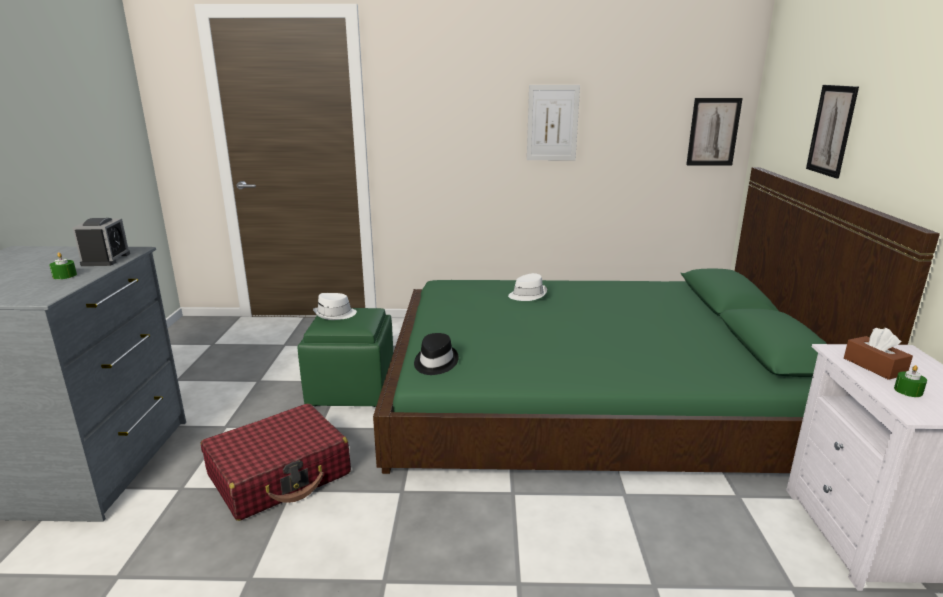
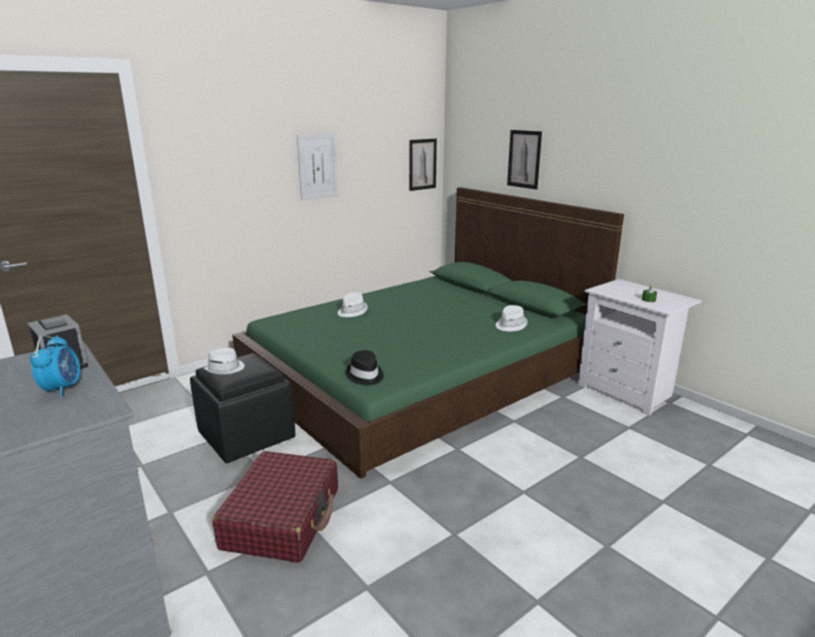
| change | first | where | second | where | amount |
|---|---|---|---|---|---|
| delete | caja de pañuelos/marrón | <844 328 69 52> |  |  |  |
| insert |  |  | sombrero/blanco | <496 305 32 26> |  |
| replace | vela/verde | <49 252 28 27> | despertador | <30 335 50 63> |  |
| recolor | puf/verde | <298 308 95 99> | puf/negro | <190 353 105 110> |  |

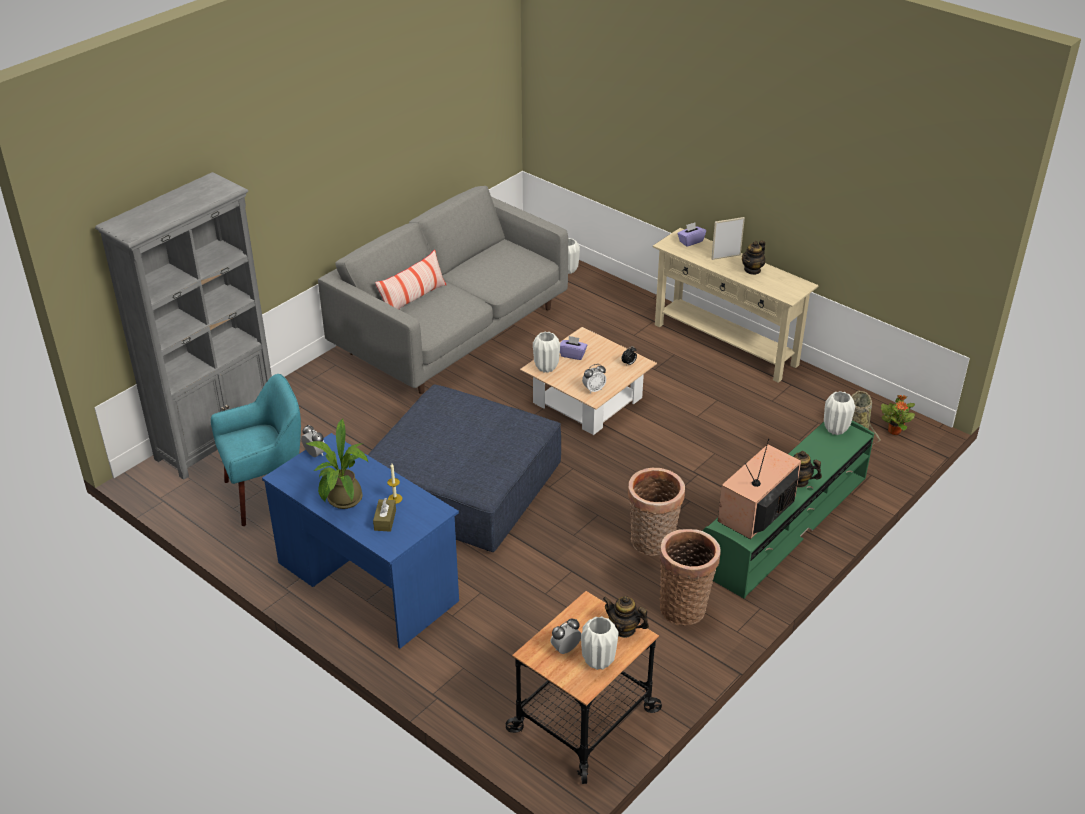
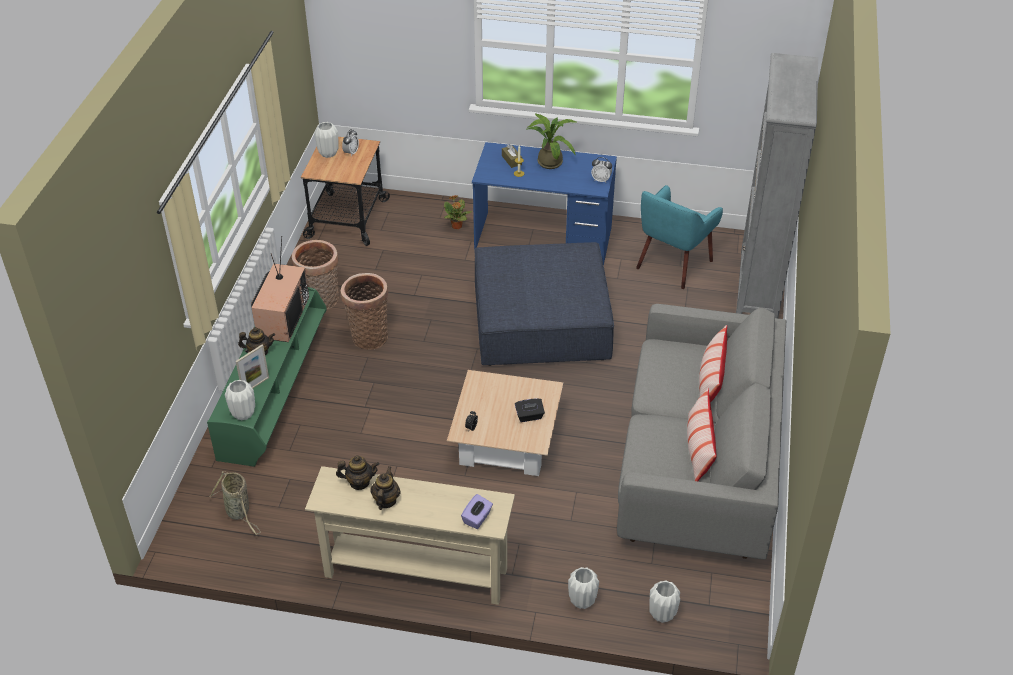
| change | first | where | second | where | amount |
|---|---|---|---|---|---|
| delete | despertador | <582 364 24 29> |  |  |  |
| insert |  |  | cojín | <687 388 30 93> |  |
| move | florero/blanco | <533 332 27 41> |  | <568 567 31 42> |  |
| move | tetera | <603 596 46 42> |  | <336 455 43 35> |  |
| move | portarretratos | <711 217 34 43> |  | <236 345 33 43> |  |
| move | planta en maceta | <881 395 34 40> |  | <444 195 28 34> |  |
| recolor | caja de pañuelos/morado | <560 336 28 24> | caja de pañuelos/negro | <515 398 30 24> |  |

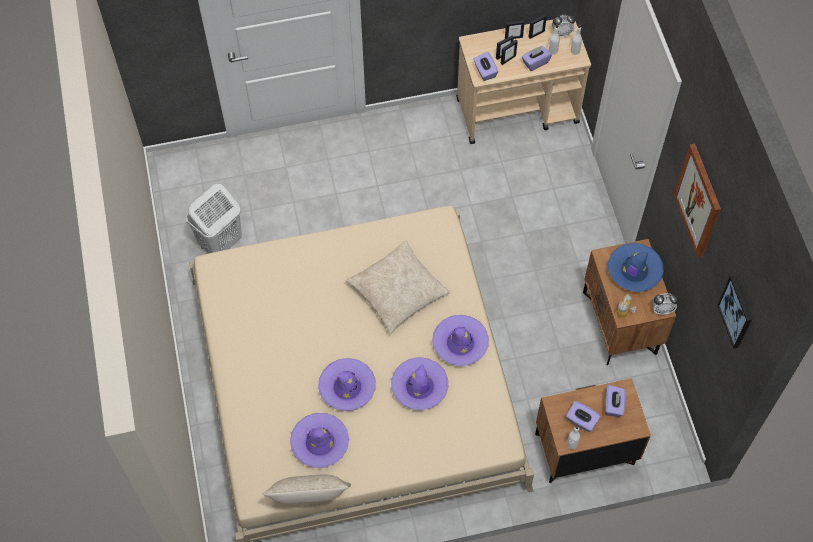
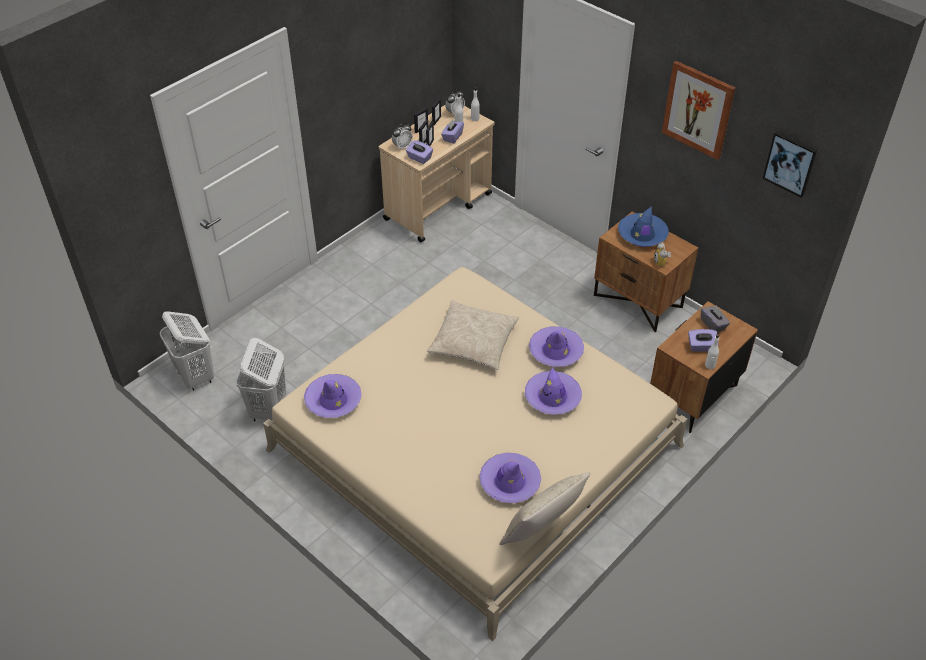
| change | first | where | second | where | amount |
|---|---|---|---|---|---|
| insert |  |  | cesto de la ropa/blanco | <160 311 54 80> |  |
| move | sombrero/morado | <318 358 58 53> |  | <304 374 58 44> |  |
| move | despertador | <652 293 27 22> |  | <392 123 21 26> |  |
| recolor | caja de pañuelos/morado | <605 385 20 32> | caja de pañuelos/gris | <701 305 29 27> |  |

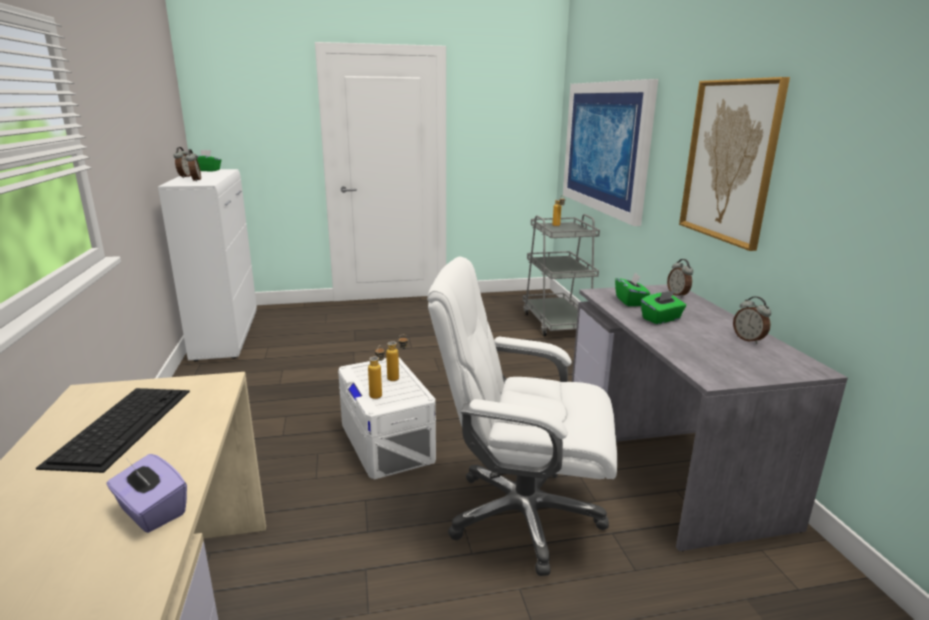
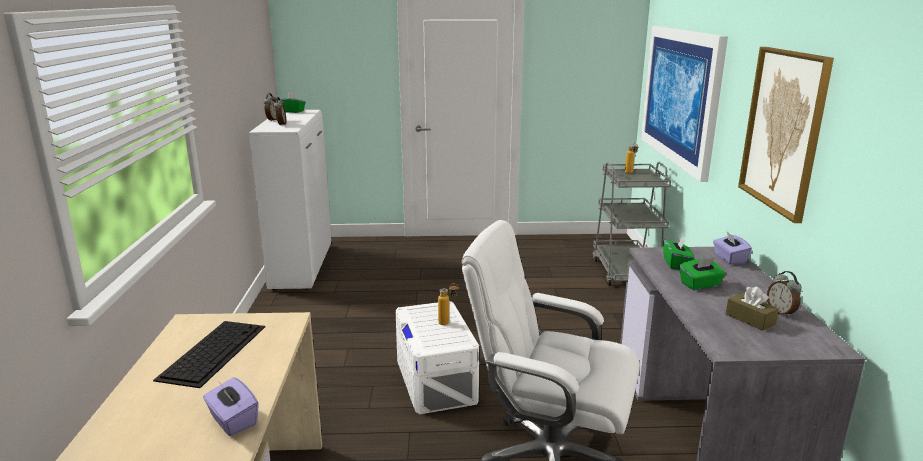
| change | first | where | second | where | amount |
|---|---|---|---|---|---|
| delete | botella | <368 345 17 54> |  |  |  |
| insert |  |  | caja de pañuelos/marrón | <726 287 53 44> |  |
| replace | despertador | <667 259 26 39> | caja de pañuelos/morado | <713 232 39 33> |  |

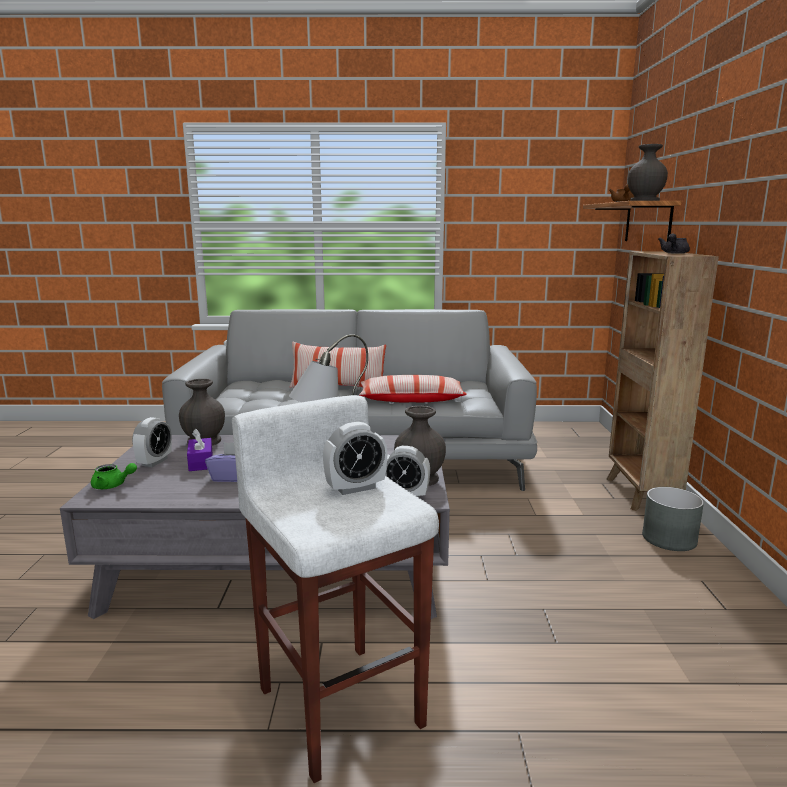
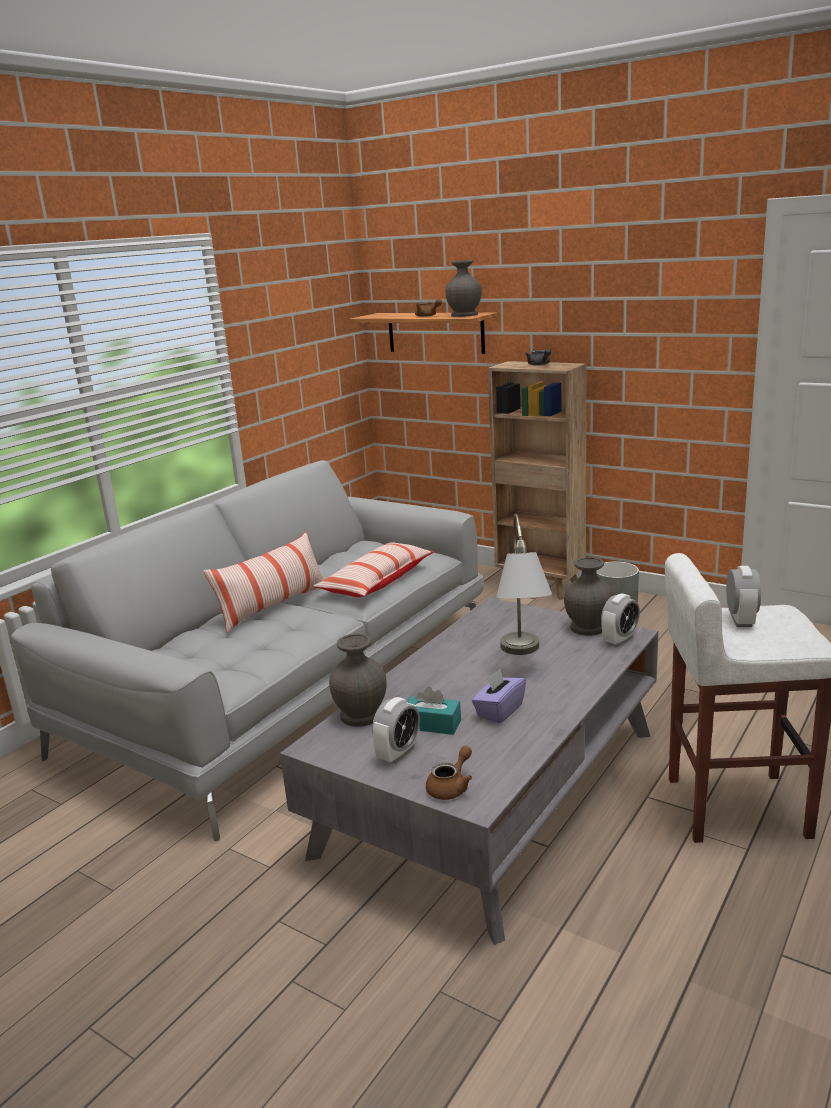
| change | first | where | second | where | amount |
|---|---|---|---|---|---|
| recolor | tetera/verde | <91 463 46 26> | tetera/marrón | <426 746 46 54> |  |
| recolor | caja de pañuelos/morado | <187 429 26 42> | caja de pañuelos/turquesa | <407 686 54 49> |  |
| rotate | despertador | <132 417 40 50> |  | <372 697 48 67> | 75 degrees clockwise |

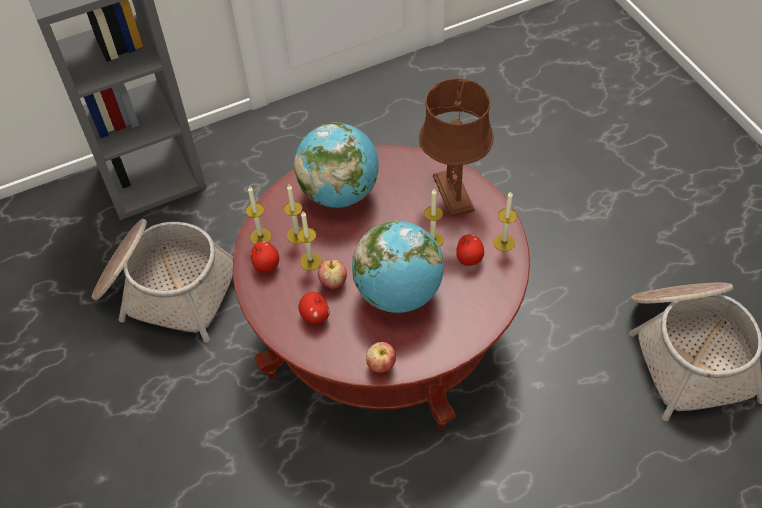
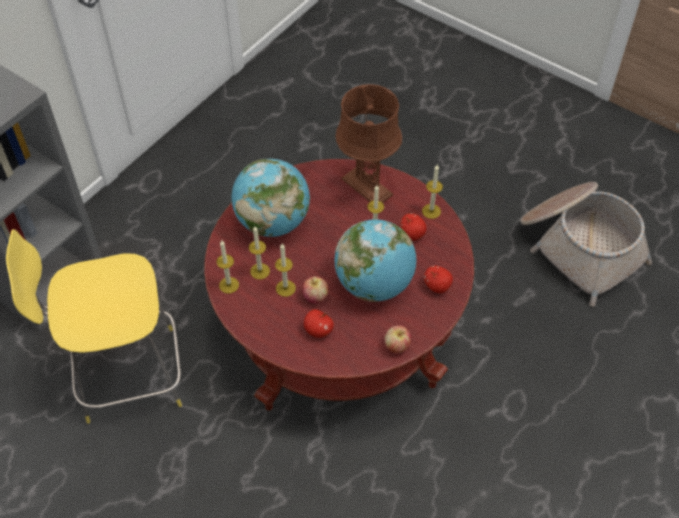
| change | first | where | second | where | amount |
|---|---|---|---|---|---|
| move | manzana | <251 241 28 32> |  | <424 266 29 27> |  |
| replace | cesta | <92 219 141 124> | taburete/amarillo | <6 229 176 195> |  |

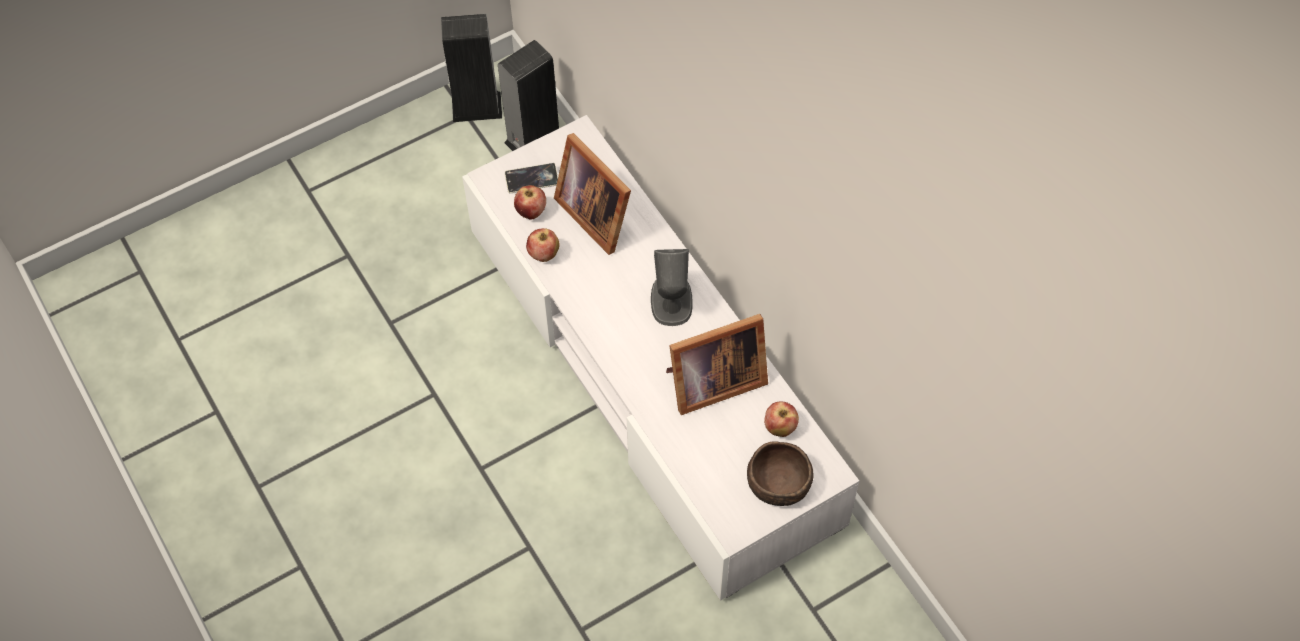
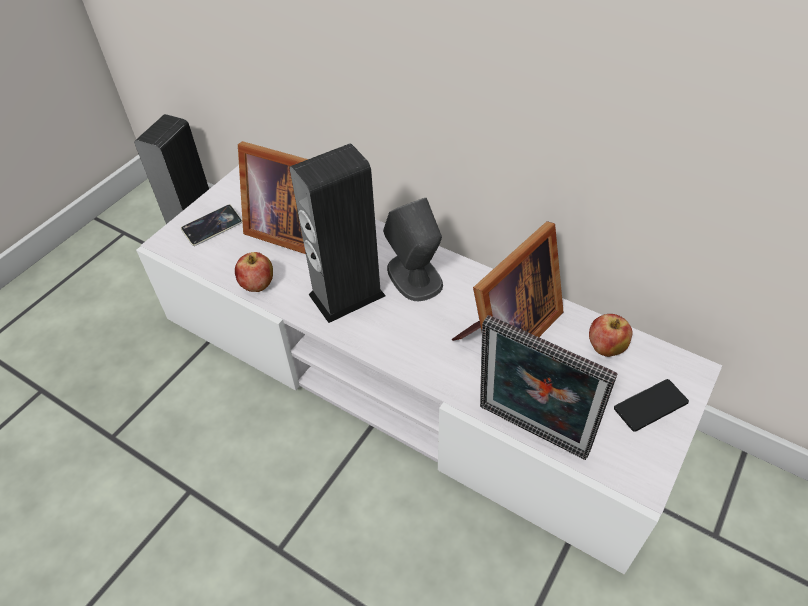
| change | first | where | second | where | amount |
|---|---|---|---|---|---|
| delete | manzana | <514 185 32 34> |  |  |  |
| insert |  |  | portarretratos | <480 315 138 145> |  |
| move | altavoz | <441 14 61 108> |  | <290 143 96 180> |  |
| replace | cuenco/marrón | <747 441 67 65> | móvil | <614 379 75 53> |  |

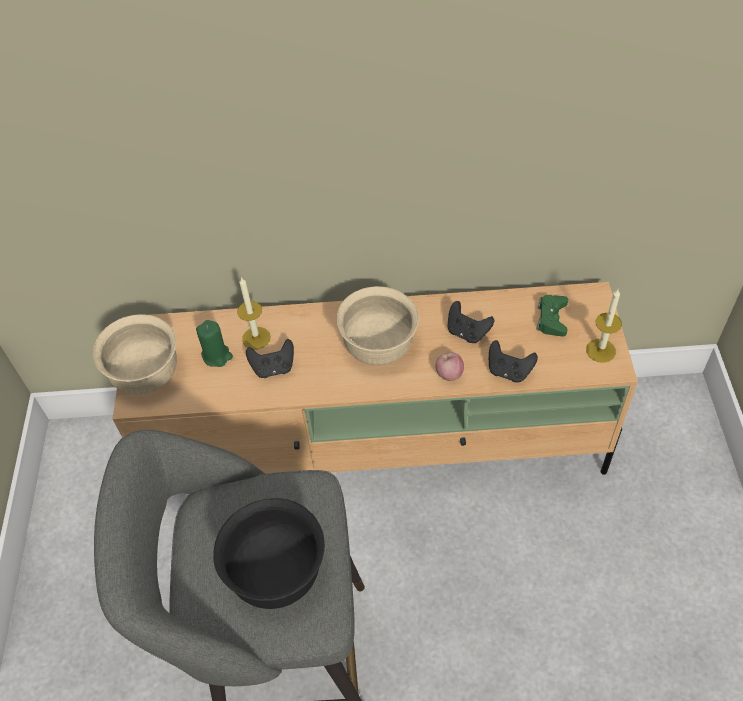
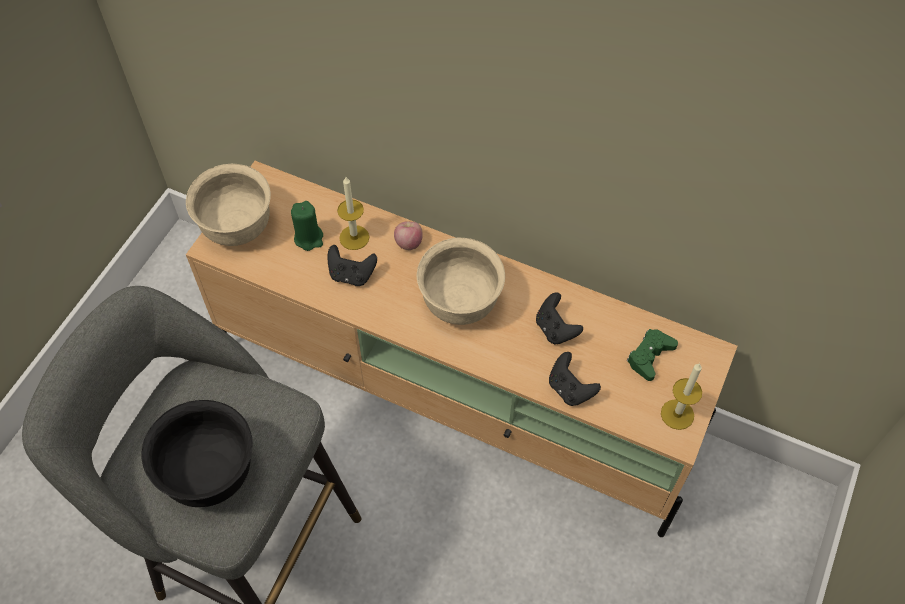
| change | first | where | second | where | amount |
|---|---|---|---|---|---|
| move | manzana | <435 352 29 29> |  | <394 221 29 29> |  |

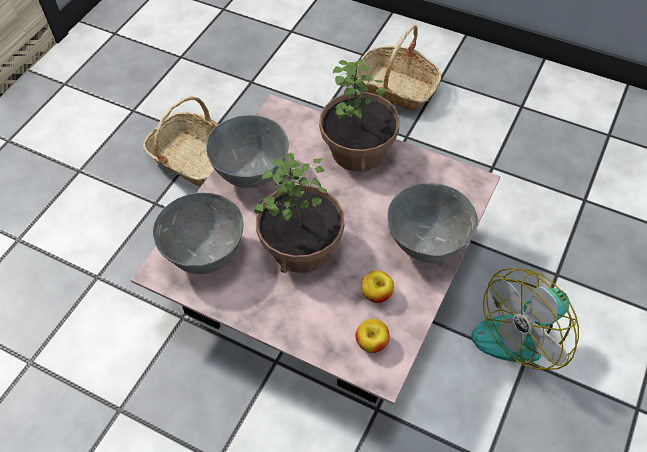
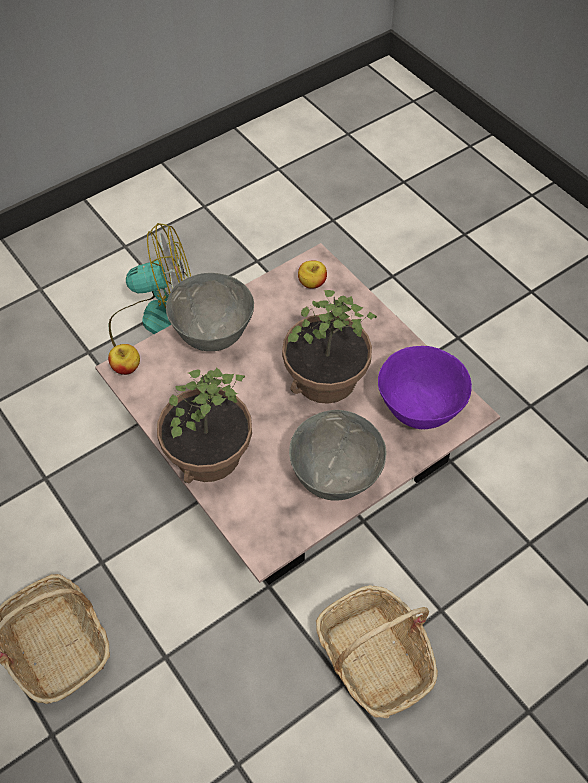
| change | first | where | second | where | amount |
|---|---|---|---|---|---|
| move | manzana | <361 271 33 32> |  | <108 344 32 31> |  |
| recolor | cuenco/gris | <153 193 91 81> | cuenco/morado | <378 346 94 83> |  |

